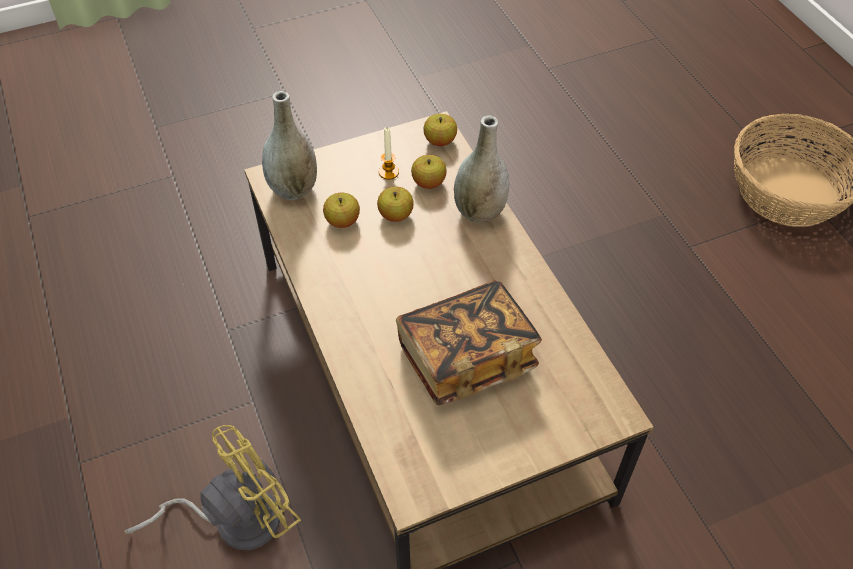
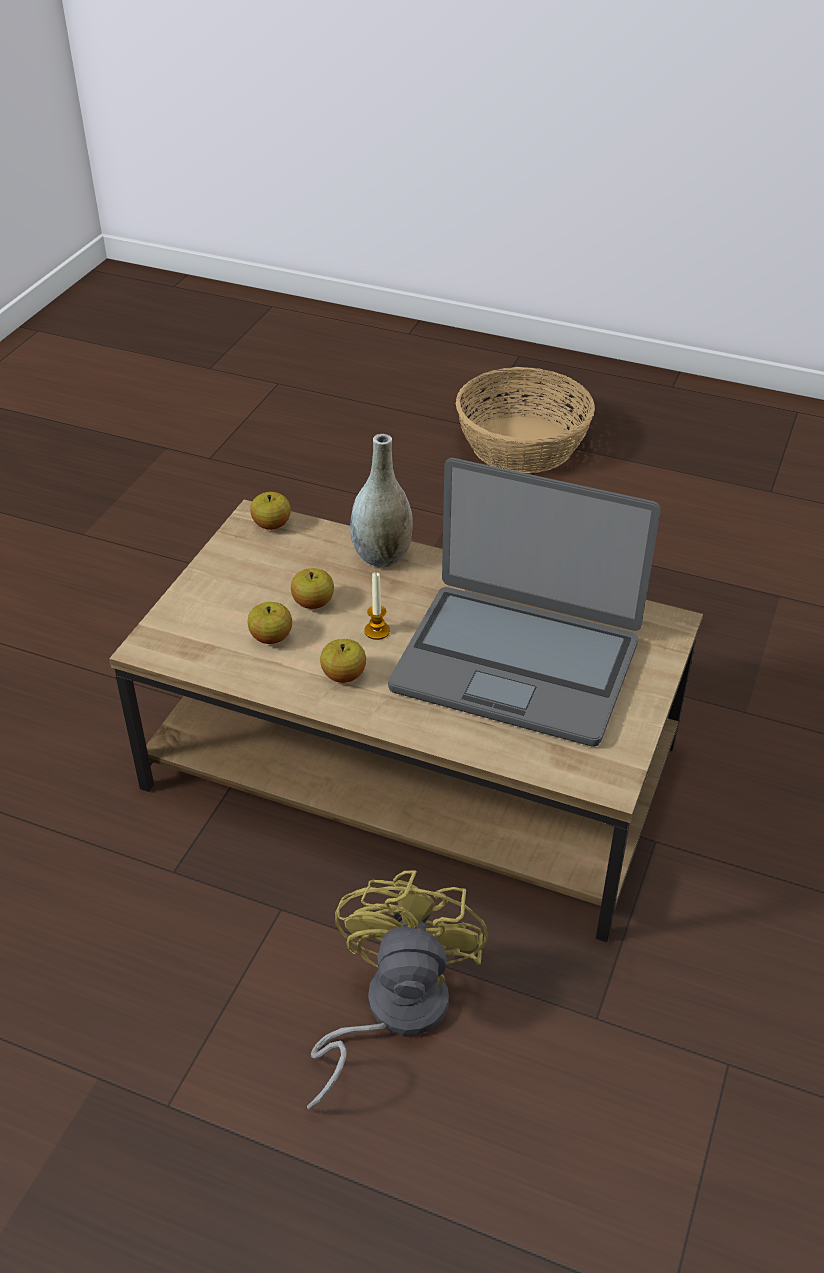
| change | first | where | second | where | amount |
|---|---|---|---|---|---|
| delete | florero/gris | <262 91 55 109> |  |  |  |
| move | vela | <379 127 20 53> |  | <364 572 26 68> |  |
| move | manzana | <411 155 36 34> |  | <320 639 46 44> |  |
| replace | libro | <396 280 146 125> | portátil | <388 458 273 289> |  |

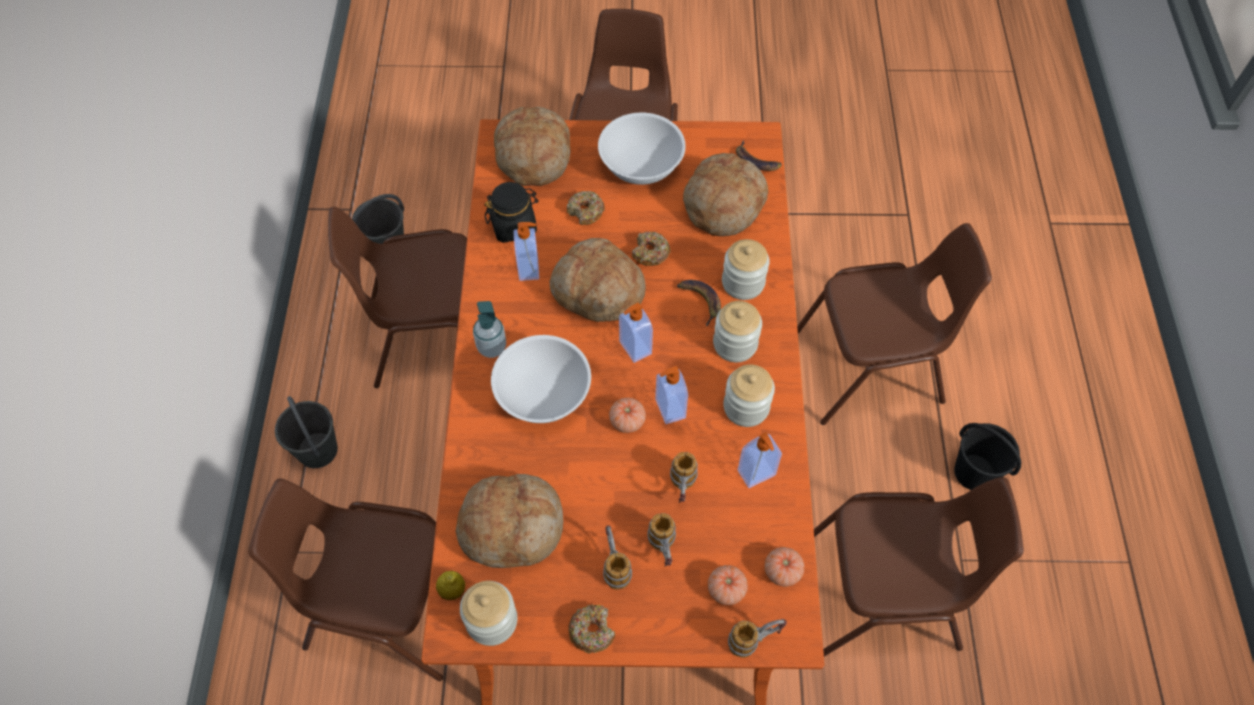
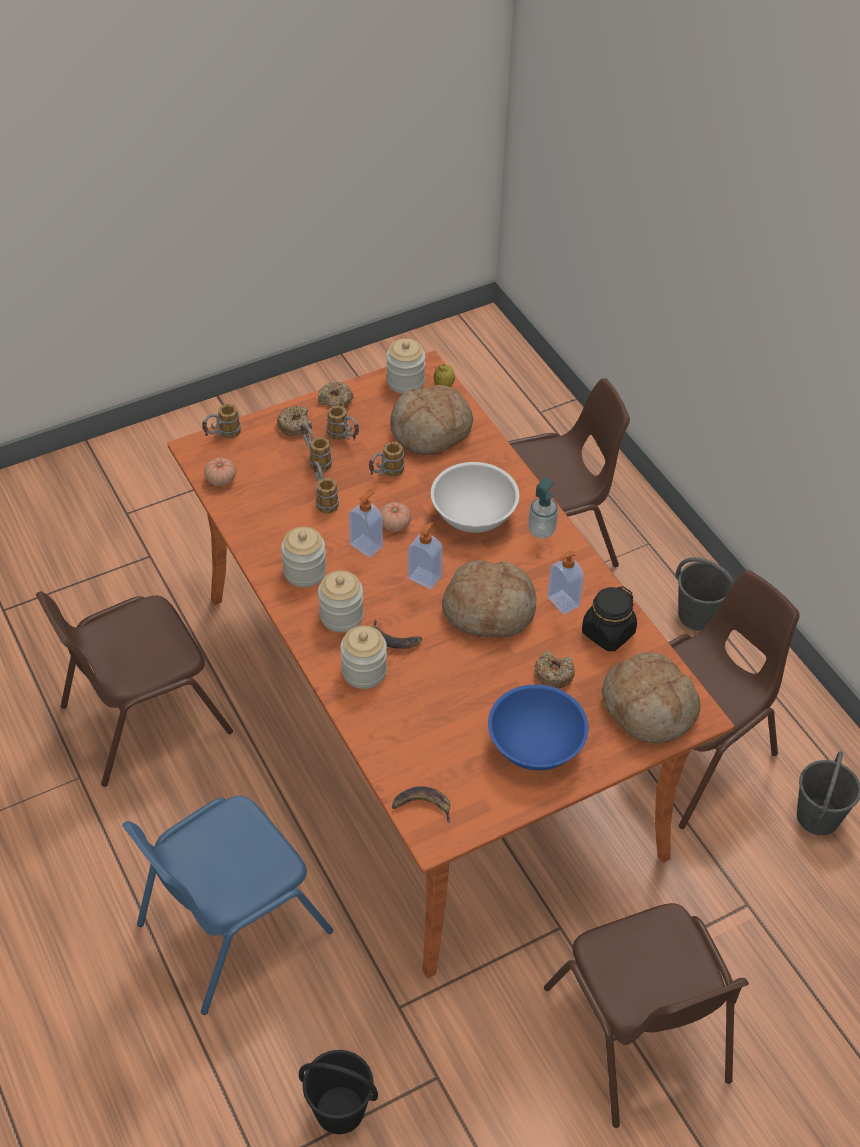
| change | first | where | second | where | amount |
|---|---|---|---|---|---|
| delete | pan | <683 153 85 83> |  |  |  |
| delete | tomate | <708 565 40 40> |  |  |  |
| delete | dispensador de jabón | <738 432 44 56> |  |  |  |
| insert |  |  | taza grande | <369 442 36 35> |  |
| move | rosquilla | <632 232 39 34> |  | <277 406 35 30> |  |
| move | cubo/negro | <954 423 67 67> |  | <299 1050 79 84> |  |
| recolor | cuenco/blanco | <598 113 88 72> | cuenco/azul | <488 684 100 87> |  |
| recolor | silla/marrón | <797 223 195 202> | silla/azul | <122 795 211 220> |  |

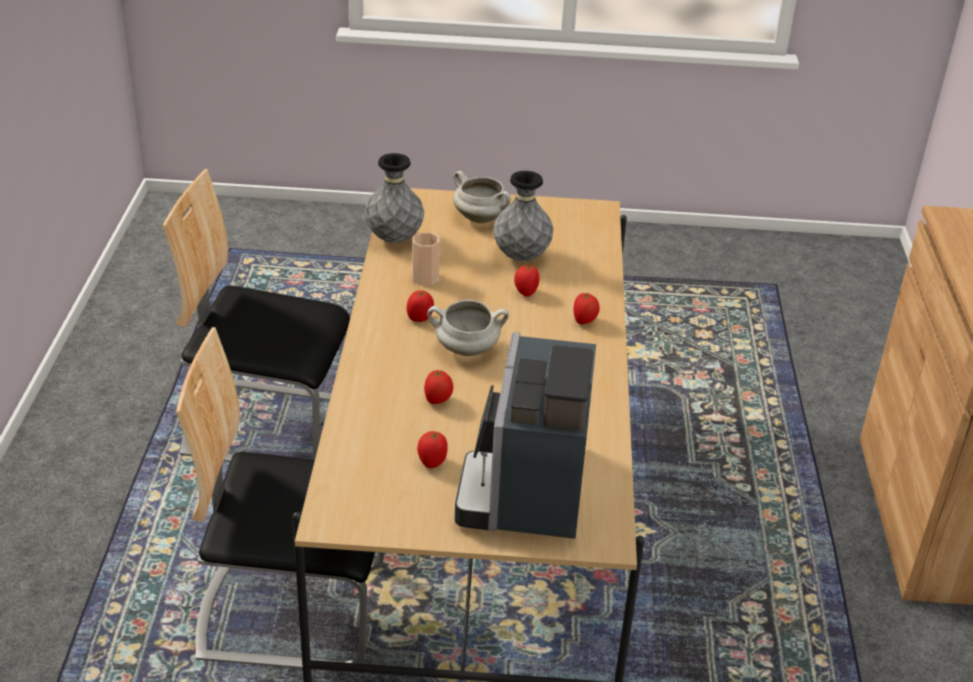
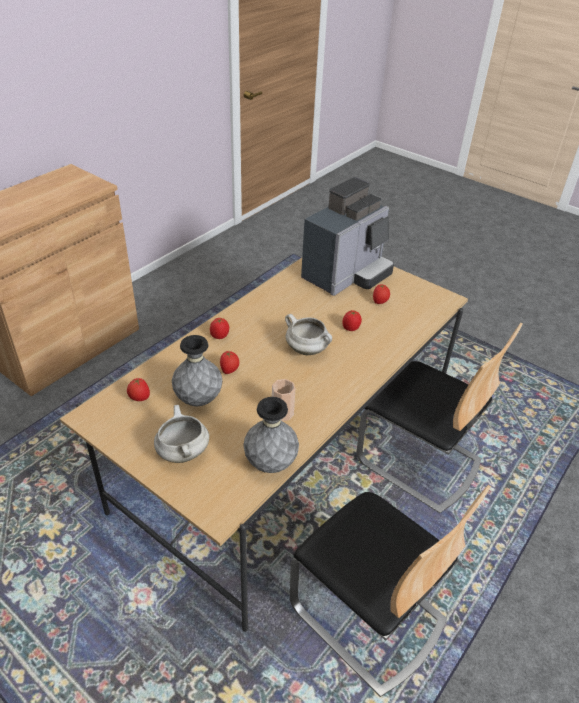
| change | first | where | second | where | amount |
|---|---|---|---|---|---|
| move | tomate | <407 290 27 32> |  | <127 378 23 23> |  |

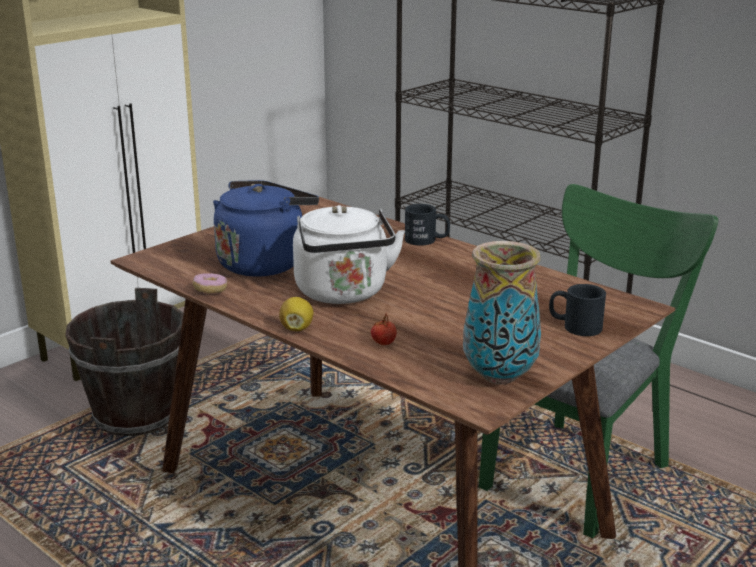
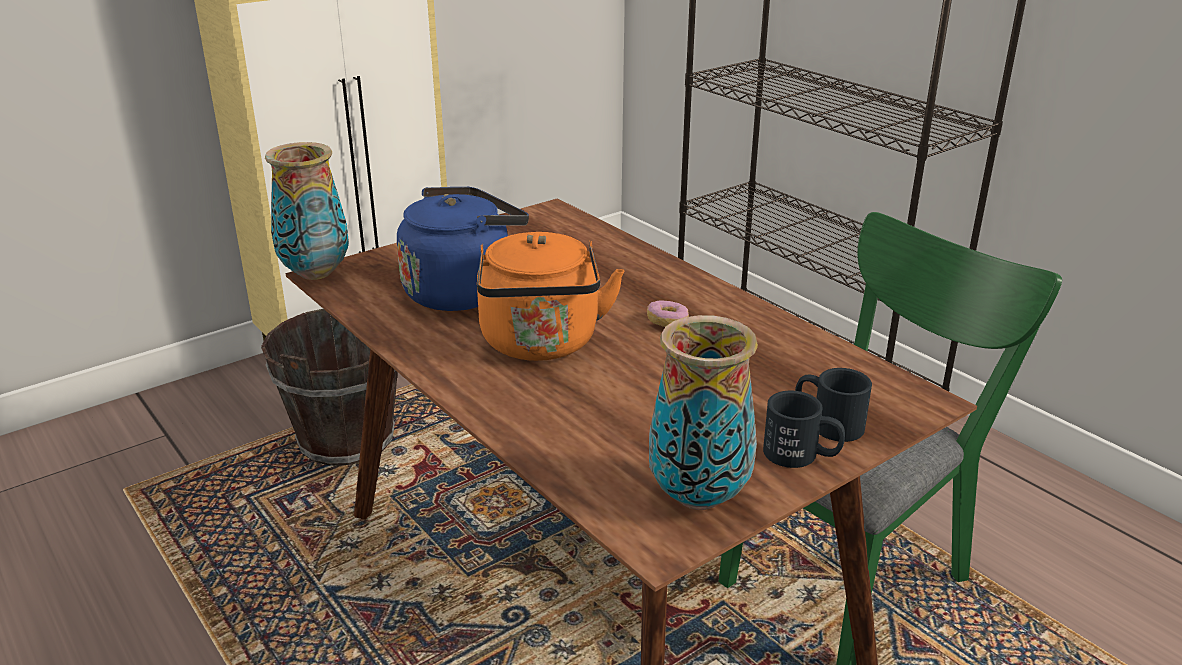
| change | first | where | second | where | amount |
|---|---|---|---|---|---|
| delete | limón | <279 297 35 34> |  |  |  |
| delete | tomate | <371 313 26 32> |  |  |  |
| insert |  |  | florero | <265 142 84 138> |  |
| move | rosquilla | <193 273 34 20> |  | <647 300 42 27> |  |
| move | taza grande/negro | <405 204 45 42> |  | <763 391 82 77> |  |
| recolor | hervidor/blanco | <293 205 112 99> | hervidor/naranja | <477 232 147 129> |  |

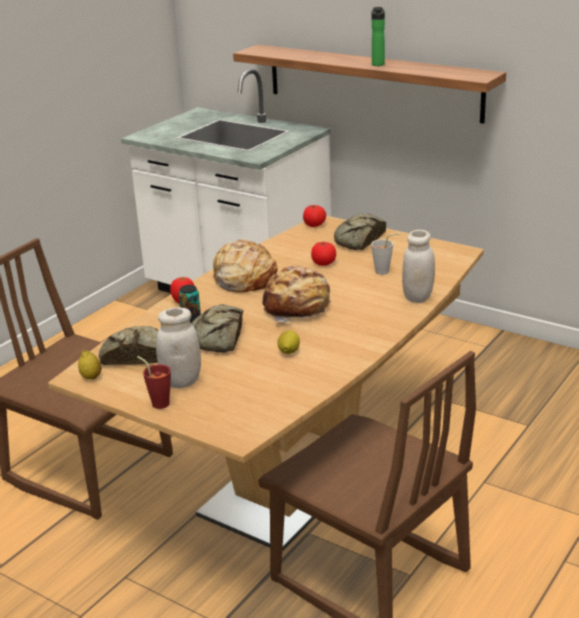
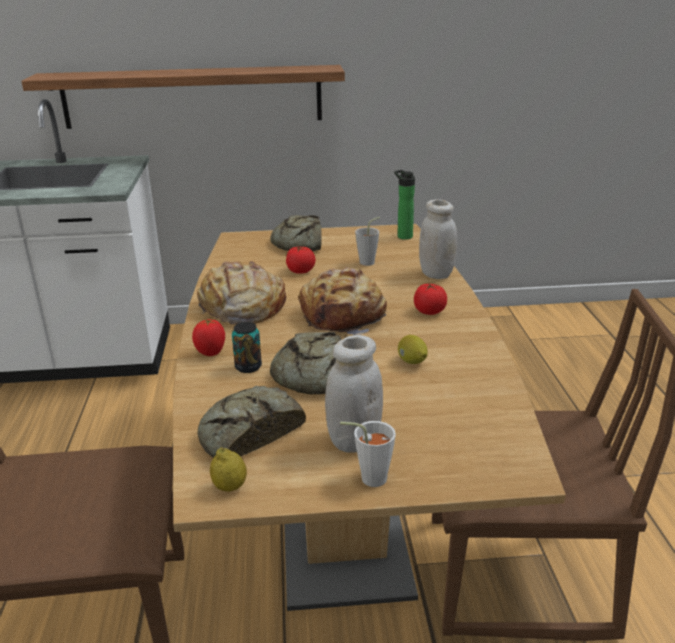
| change | first | where | second | where | amount |
|---|---|---|---|---|---|
| move | tomate | <303 205 23 22> |  | <414 284 33 31> |  |
| move | botella | <372 7 13 59> |  | <394 170 21 70> |  |
| recolor | taza/rojo | <137 356 34 53> | taza/blanco | <340 421 56 66> |  |

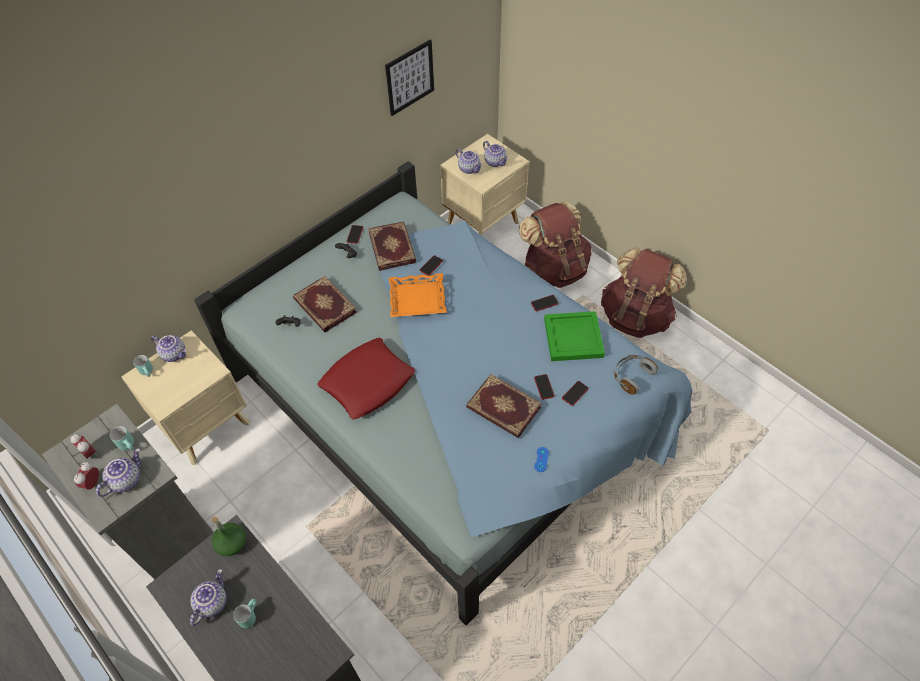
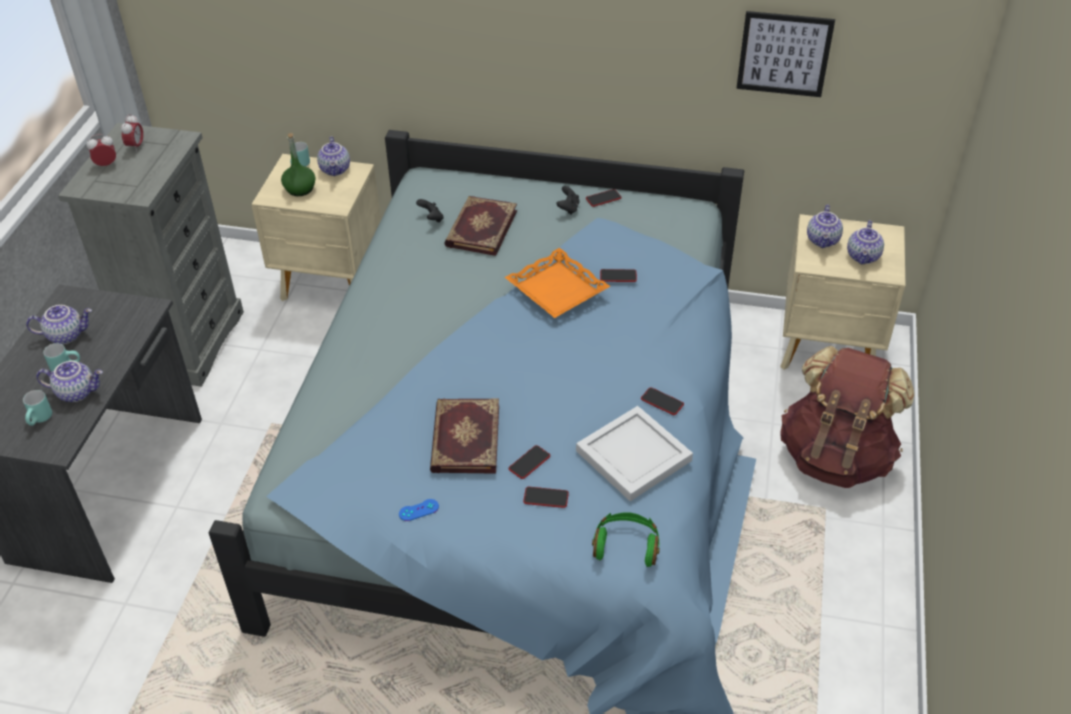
| change | first | where | second | where | amount |
|---|---|---|---|---|---|
| delete | cojín/rojo | <317 338 98 82> |  |  |  |
| delete | libro | <368 222 48 49> |  |  |  |
| delete | mochila/marrón | <601 248 86 90> |  |  |  |
| move | tetera | <96 448 45 49> |  | <36 361 67 41> |  |
| move | taza grande/turquesa | <110 426 24 25> |  | <23 390 29 36> |  |
| move | botella/verde | <211 516 35 40> |  | <281 133 35 63> |  |
| recolor | bandeja/verde | <544 311 61 50> | bandeja/blanco | <576 406 117 95> |  |
| recolor | auriculares/gris | <613 355 45 40> | auriculares/verde | <592 512 68 55> |  |

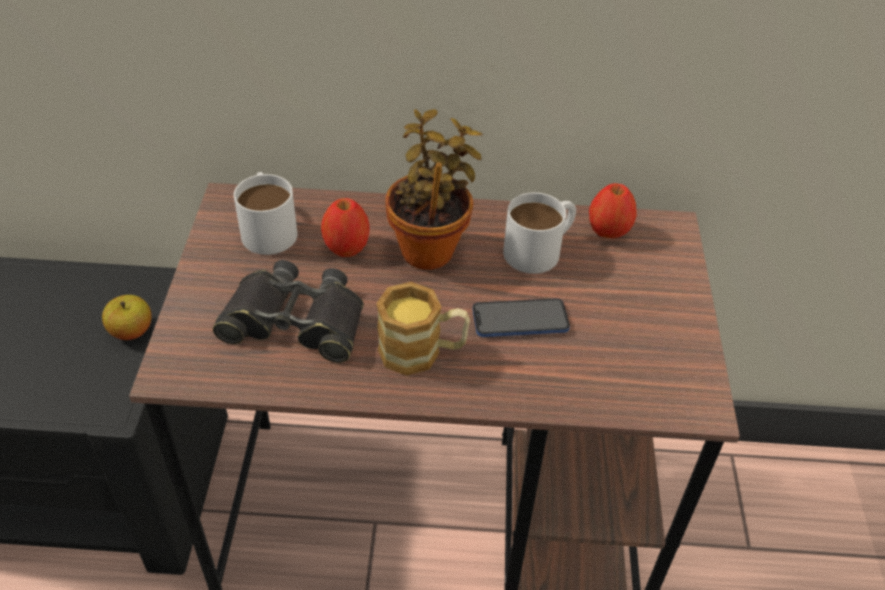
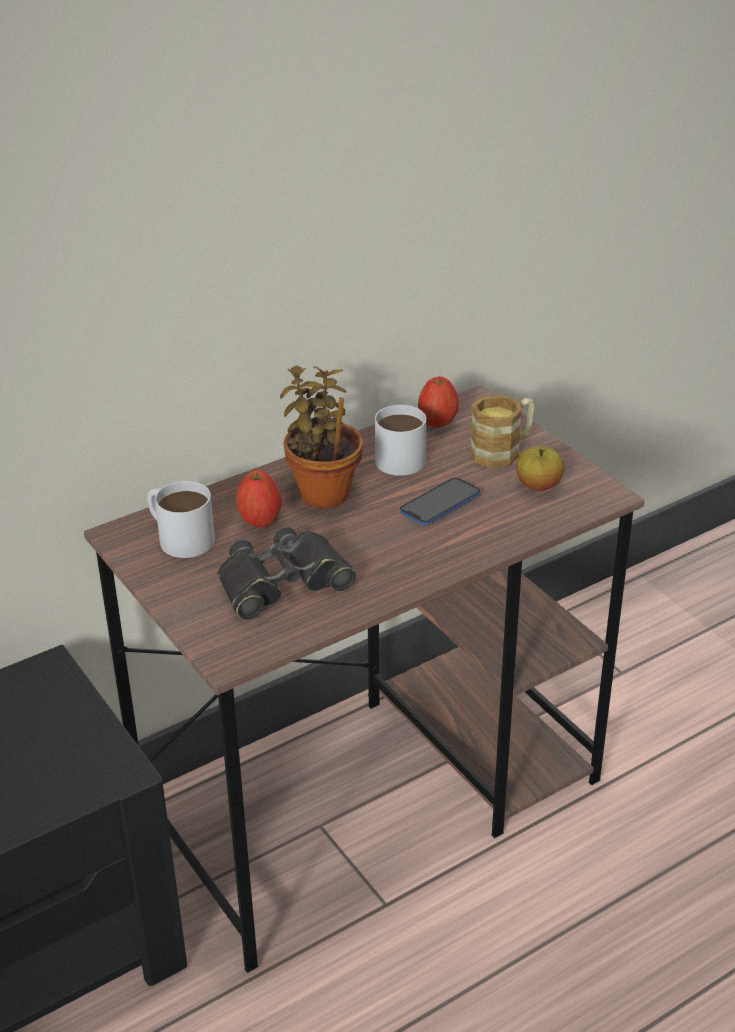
| change | first | where | second | where | amount |
|---|---|---|---|---|---|
| move | manzana | <102 295 50 45> |  | <516 446 48 45> |  |
| move | taza grande | <376 282 94 94> |  | <470 394 65 74> |  |

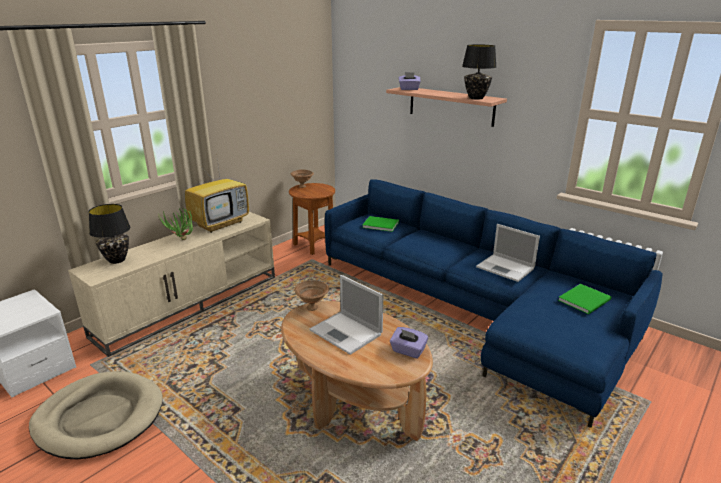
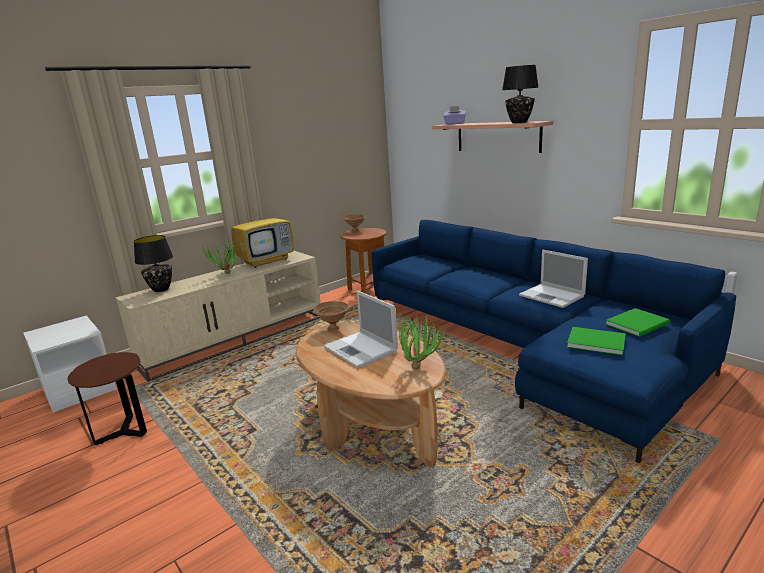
| change | first | where | second | where | amount |
|---|---|---|---|---|---|
| move | libro/verde | <362 216 37 16> |  | <567 327 59 28> |  |
| replace | cama para perro/beis | <29 371 134 88> | mesa auxiliar/marrón | <67 352 80 93> |  |
| replace | caja de pañuelos/morado | <390 327 38 32> | planta en maceta | <399 314 47 56> |  |

